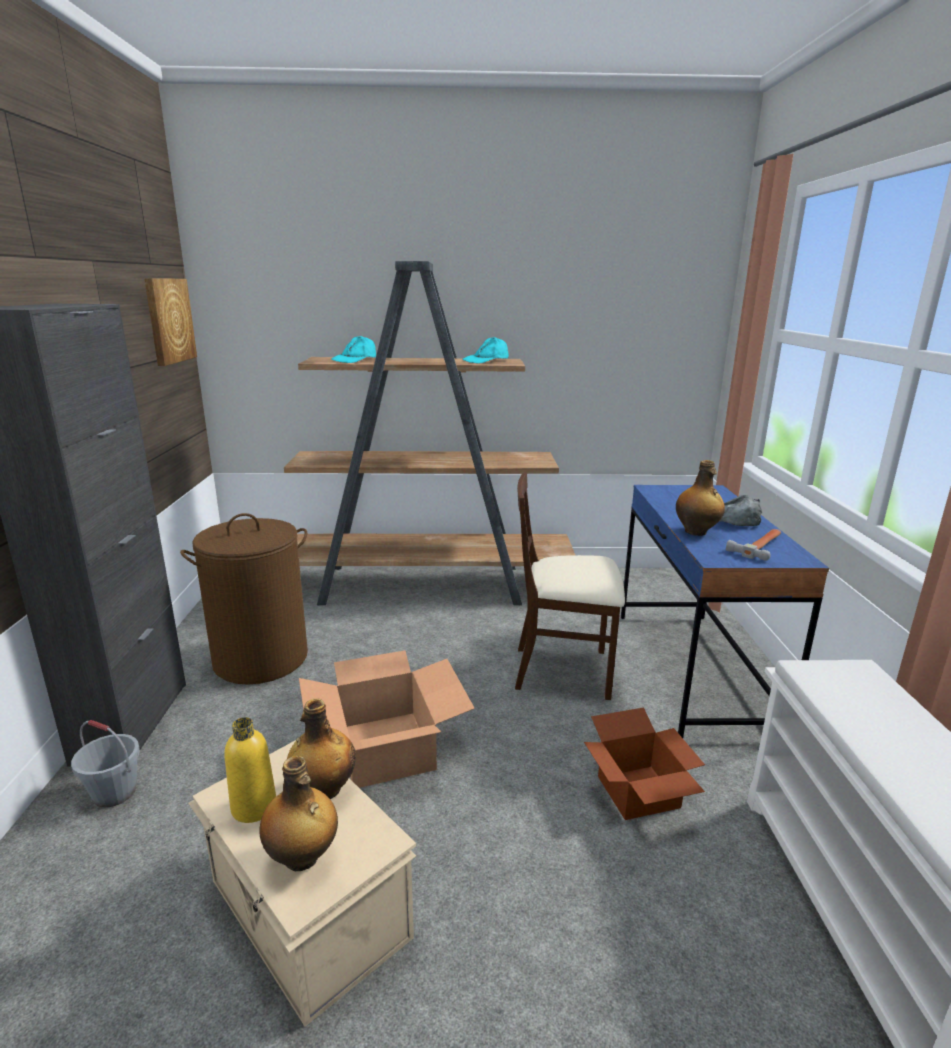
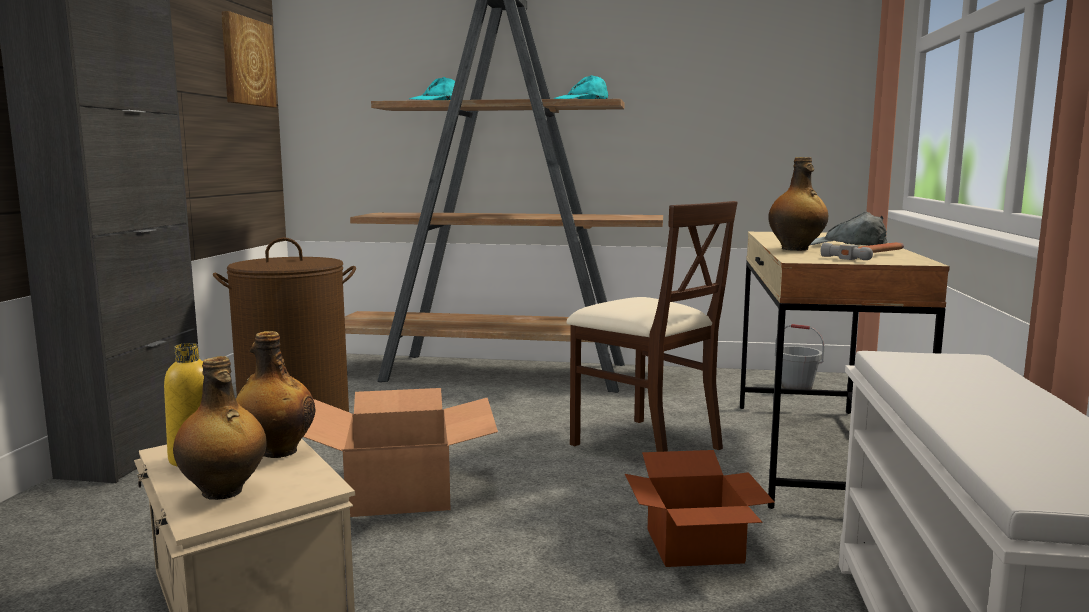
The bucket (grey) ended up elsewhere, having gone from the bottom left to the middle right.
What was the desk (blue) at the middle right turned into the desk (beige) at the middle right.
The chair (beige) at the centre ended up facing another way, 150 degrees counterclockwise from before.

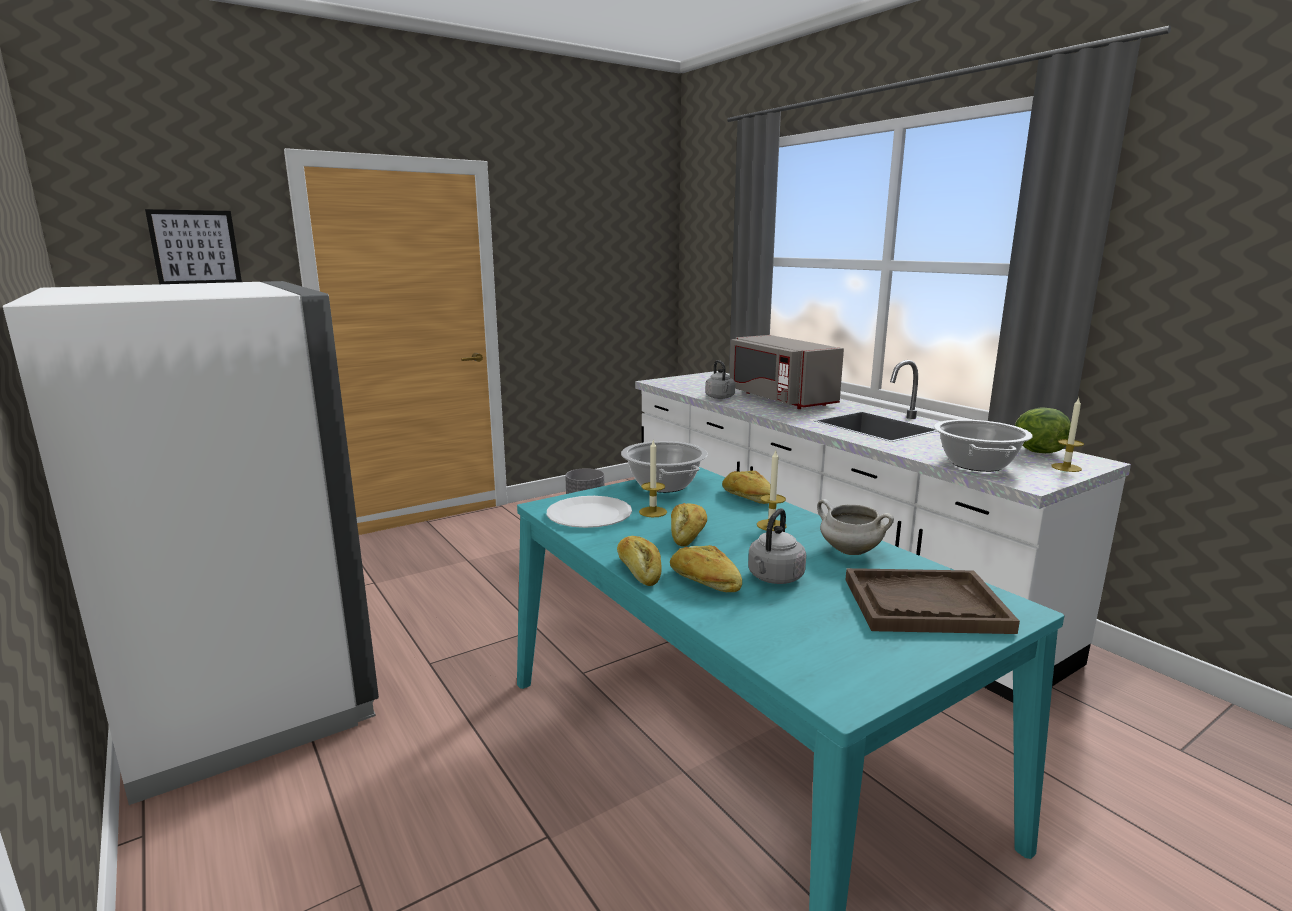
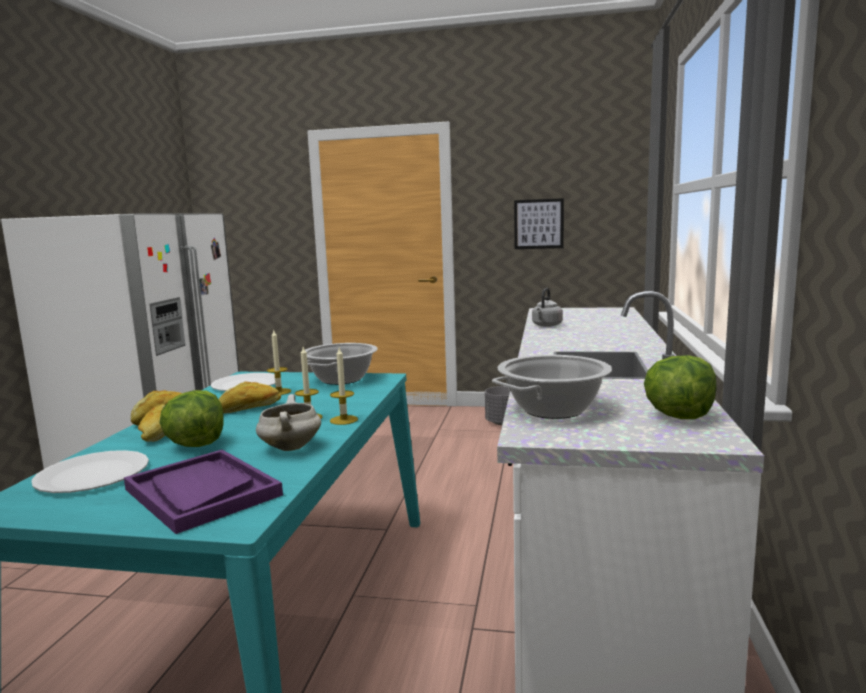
The second view lost the bread (no. 4 from left) at the centre.
The second view lost the microwave (grey) at the centre.
The second view gained the plate (white) (no. 1 from left) at the bottom left.
The picture ended up elsewhere, having gone from the top left to the top centre.
The candle (no. 3 from left) ended up elsewhere, having gone from the middle right to the centre.
Where the kettle (grey) (no. 2 from left) stood at the centre, the lettuce (no. 1 from left) came to stand at the middle left.
What was the tray (brown) at the middle right turned into the tray (purple) at the bottom left.

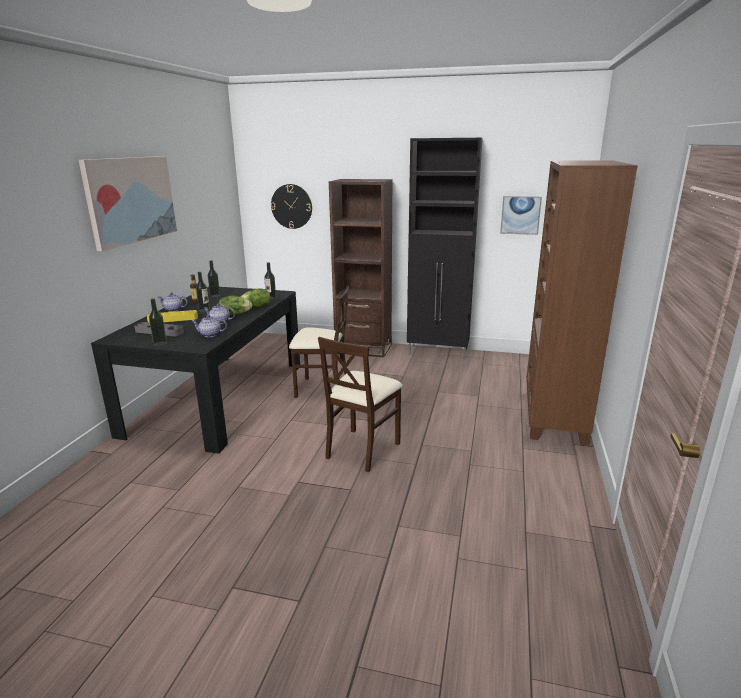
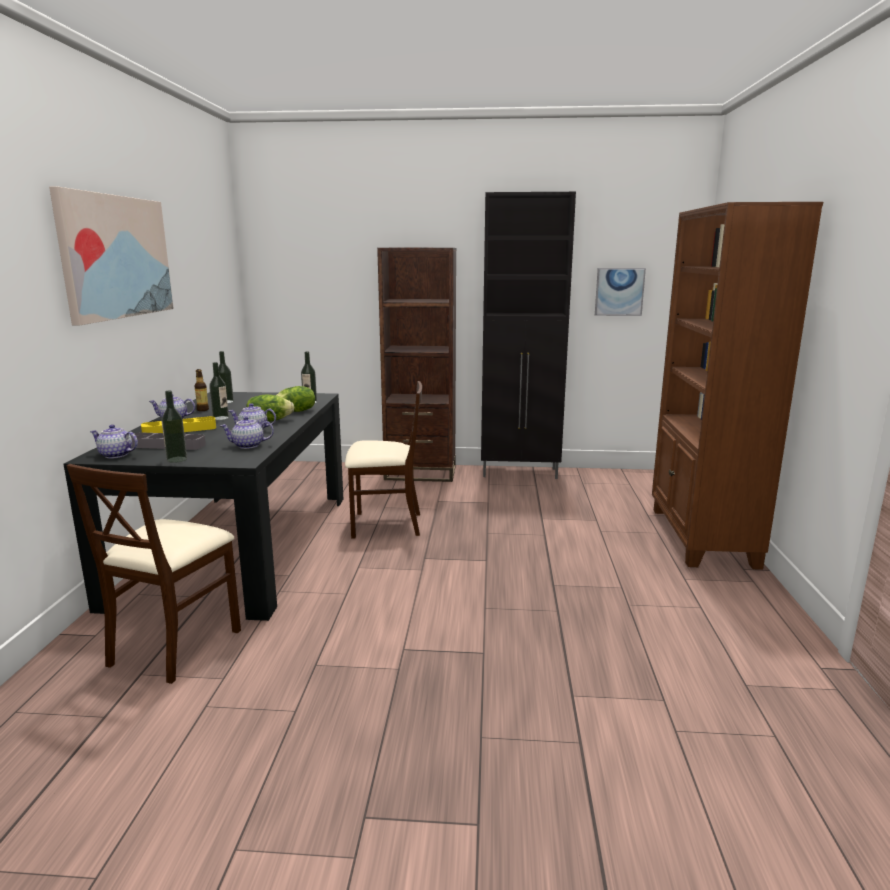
The second view lost the wall clock at the top centre.
The second view gained the teapot (no. 1 from left) at the middle left.
The chair (beige) (no. 2 from left in the first image) ended up elsewhere, having gone from the centre to the middle left.

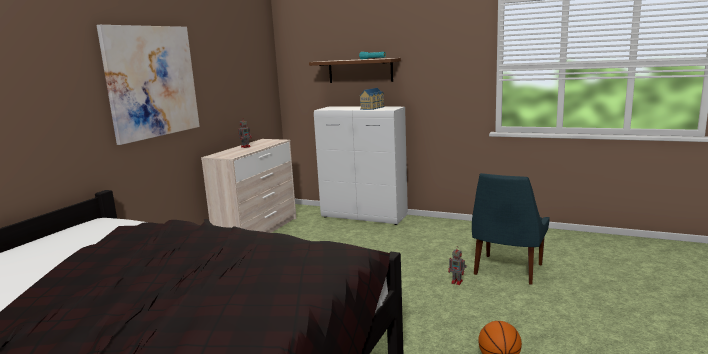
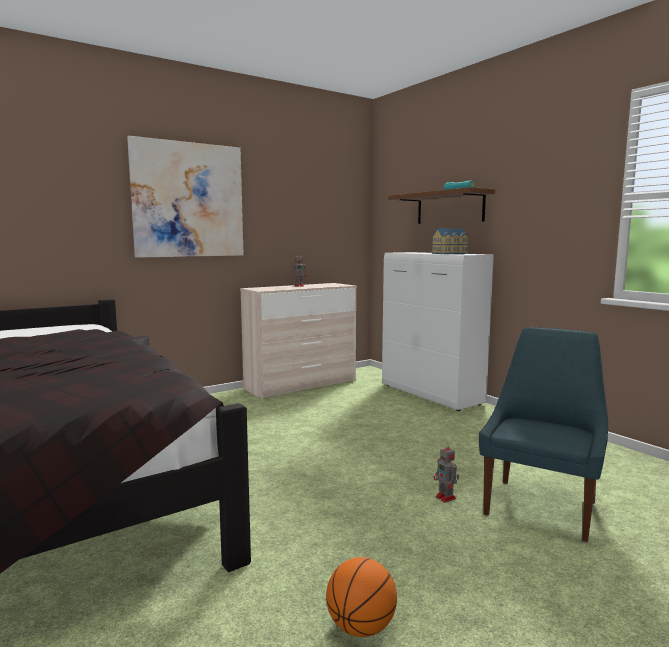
The chair (blue) at the middle right ended up facing another way, 150 degrees clockwise from before.

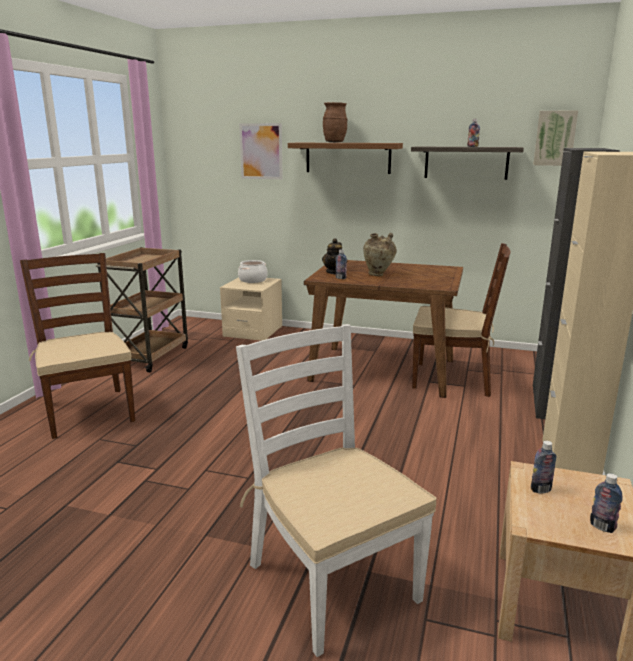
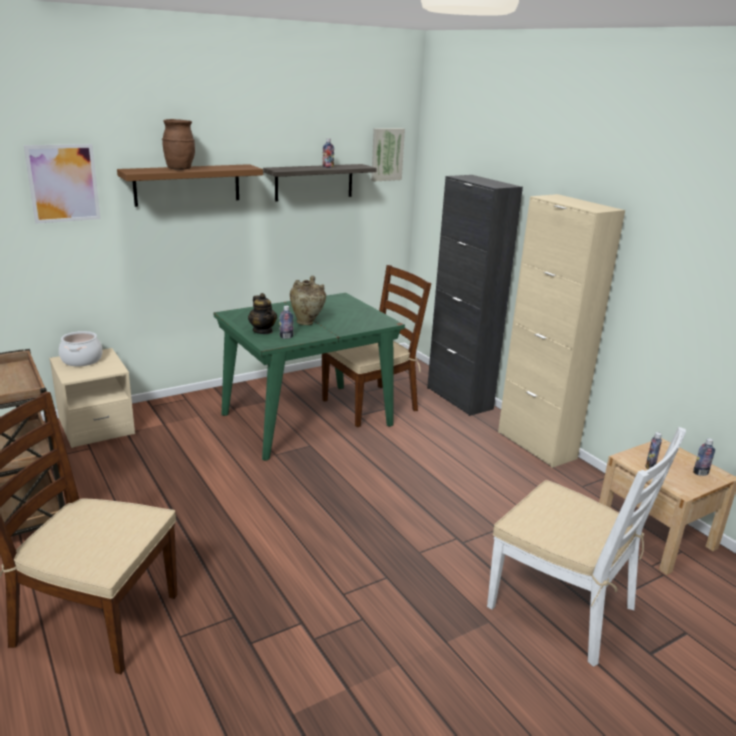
What was the dining table (brown) at the centre turned into the dining table (green) at the centre.
The chair (white) at the bottom centre ended up facing another way, 150 degrees counterclockwise from before.

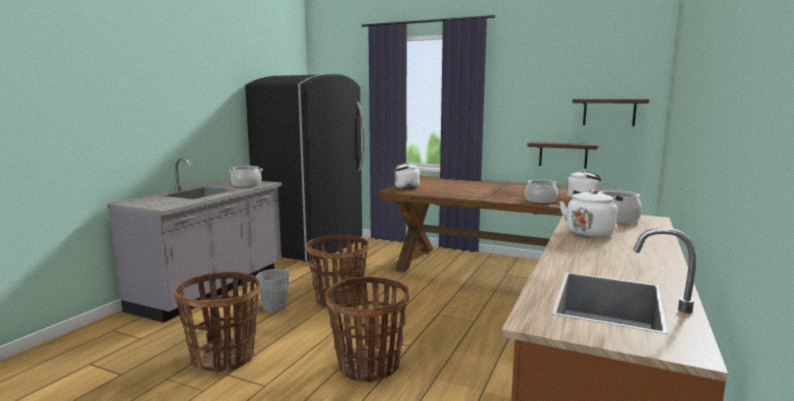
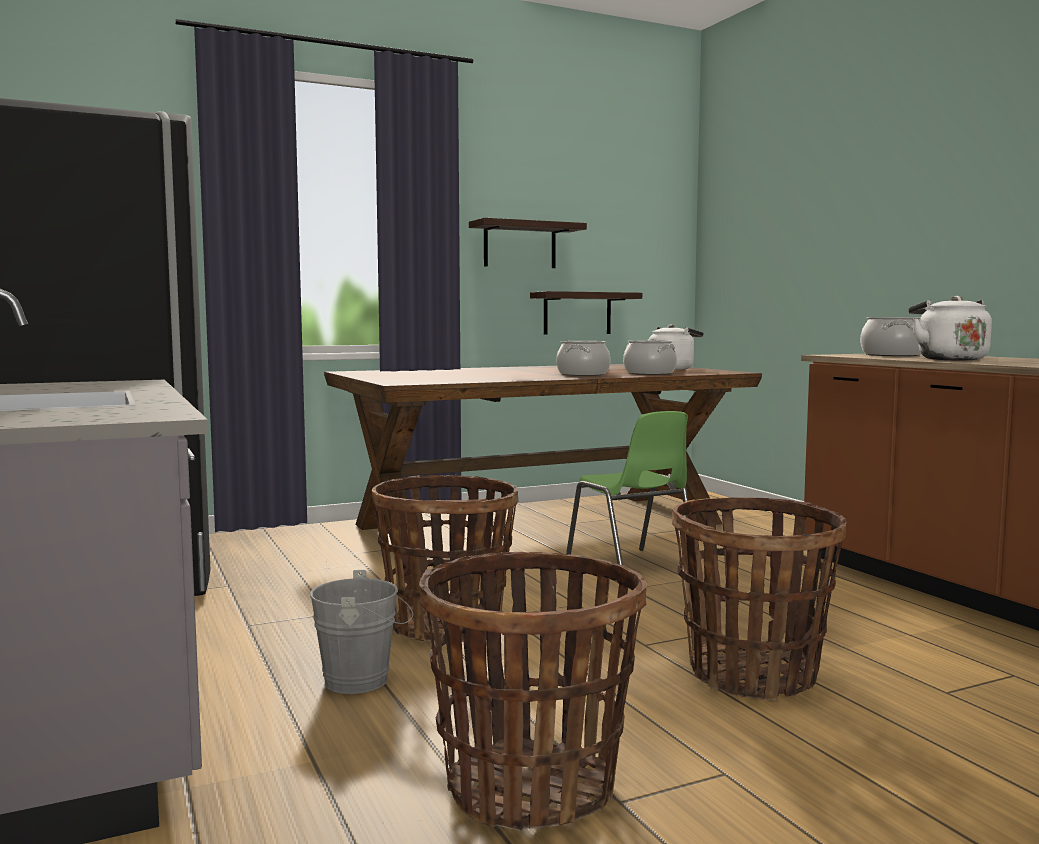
The second view lost the kettle (white) (no. 1 from left) at the centre.
The second view gained the chair (green) at the centre.
The cooking pot (no. 1 from left) ended up elsewhere, having gone from the middle left to the centre.
The shelf (no. 2 from left in the first image) ended up elsewhere, having gone from the top right to the top centre.

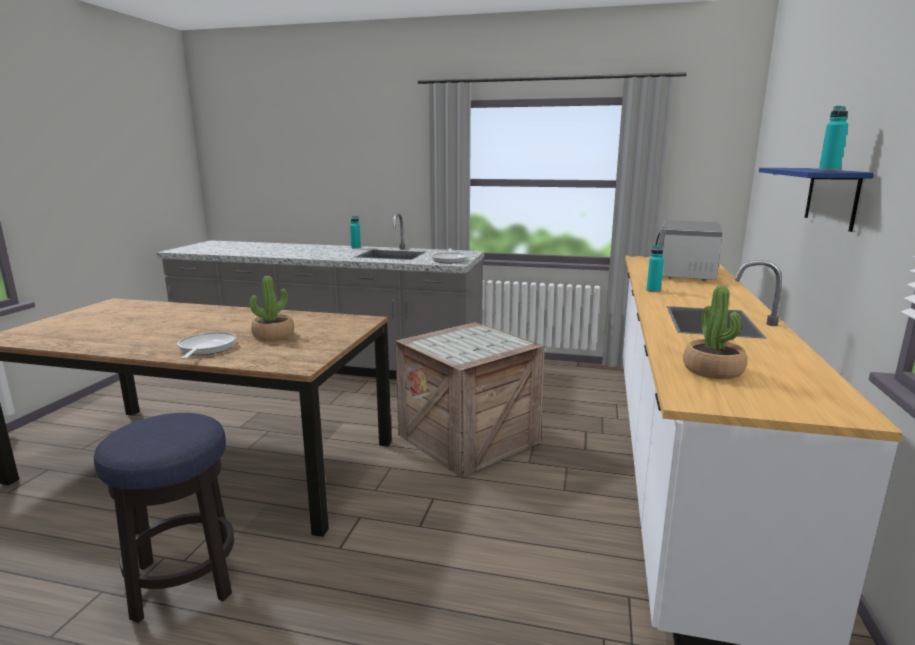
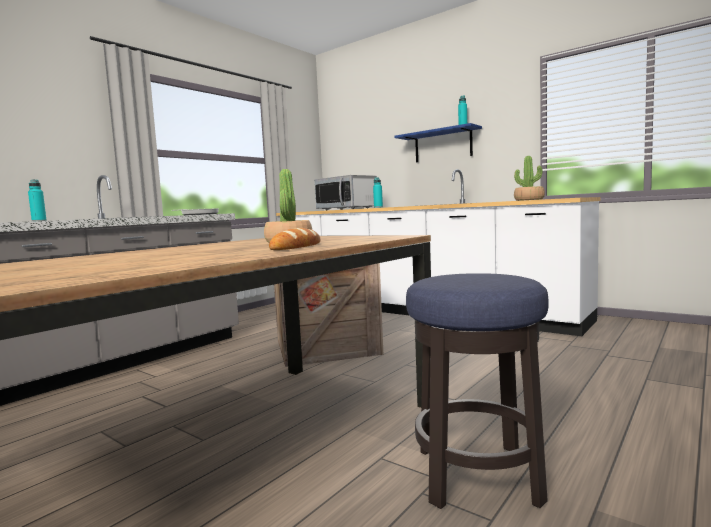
Where the frying pan (no. 1 from left) stood at the middle left, the bread came to stand at the centre.

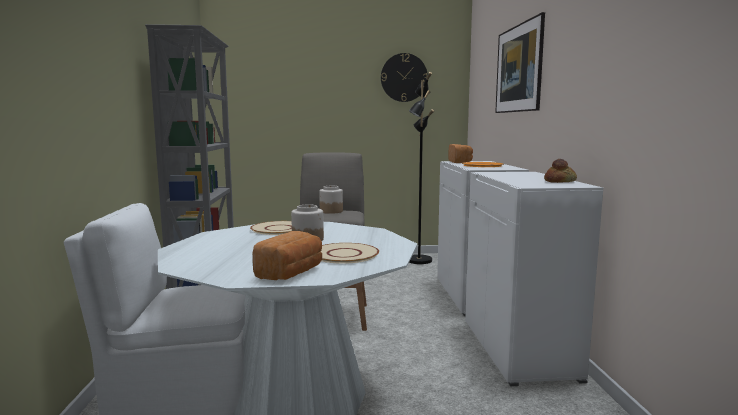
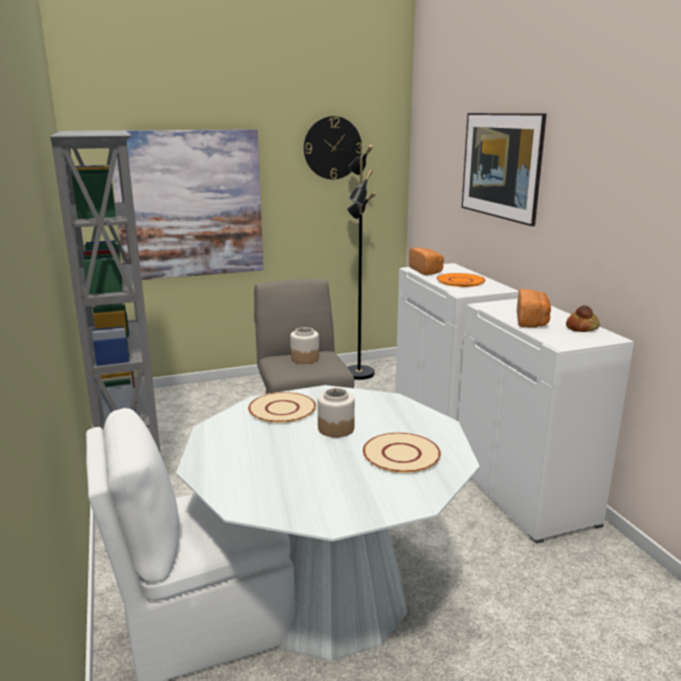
The second view gained the picture (no. 1 from left) at the top left.
The bread (no. 1 from left in the first image) ended up elsewhere, having gone from the centre to the middle right.

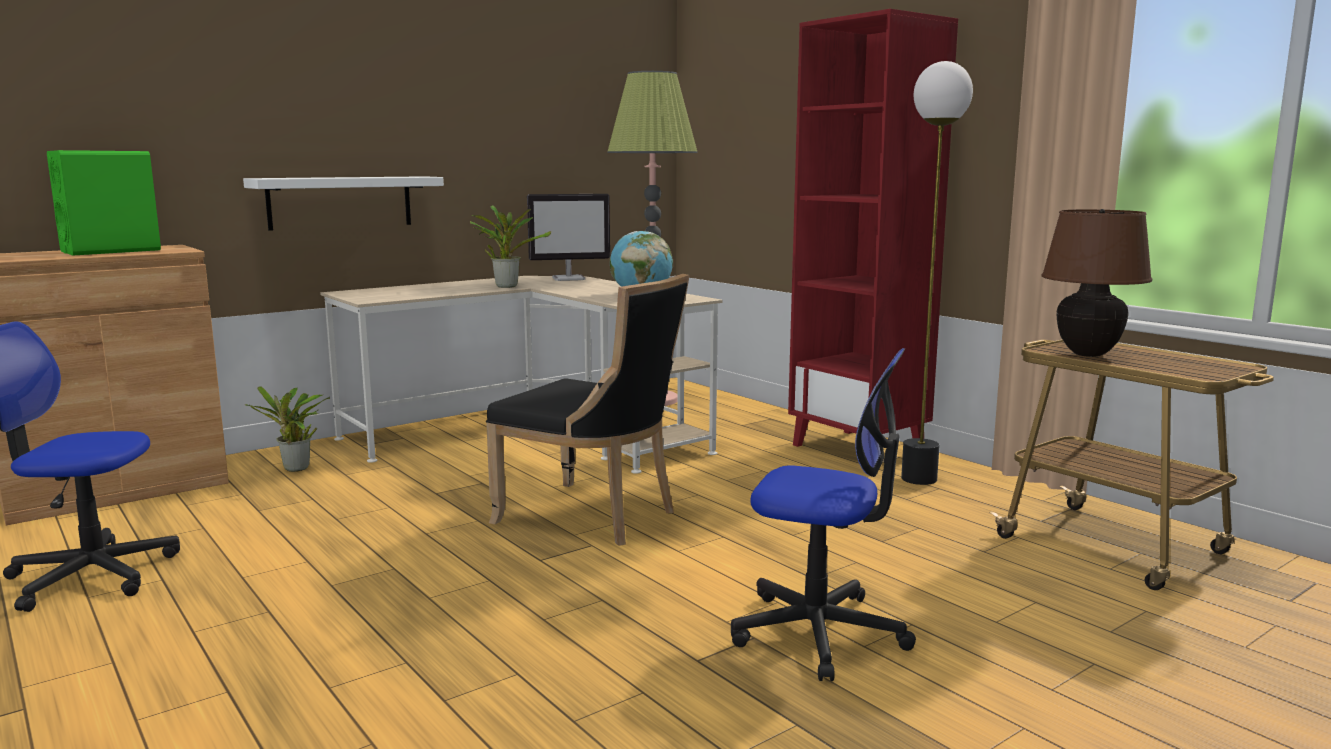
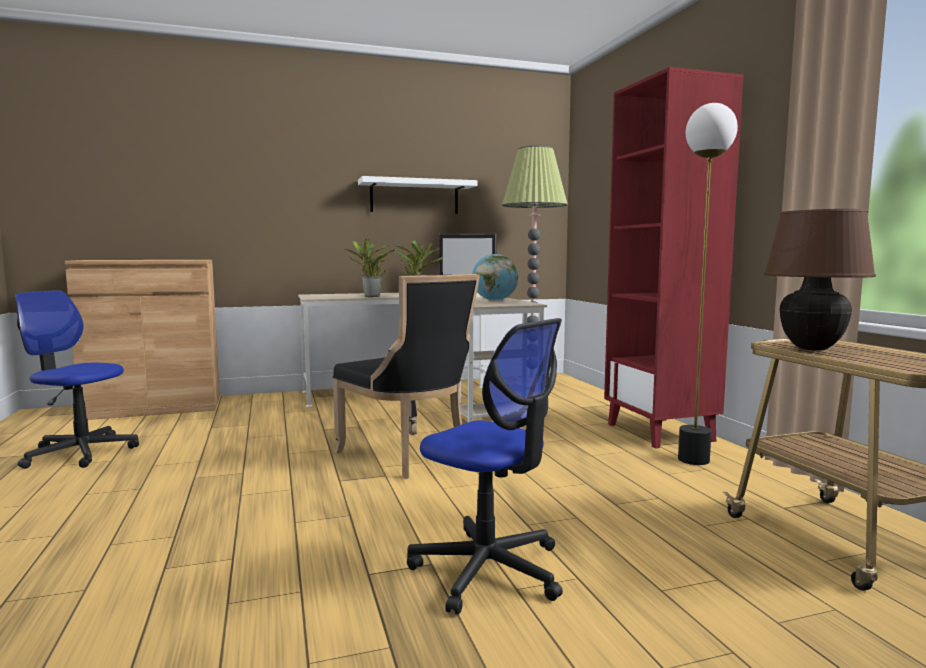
The second view lost the speaker (green) at the top left.
The shelf (white) ended up elsewhere, having gone from the top left to the top centre.
The potted plant (no. 1 from left) ended up elsewhere, having gone from the middle left to the centre.

